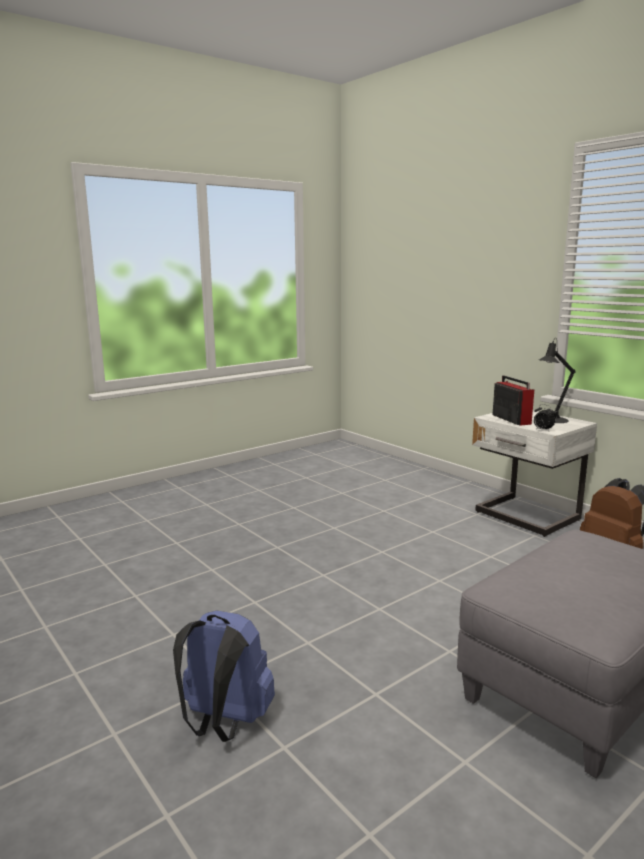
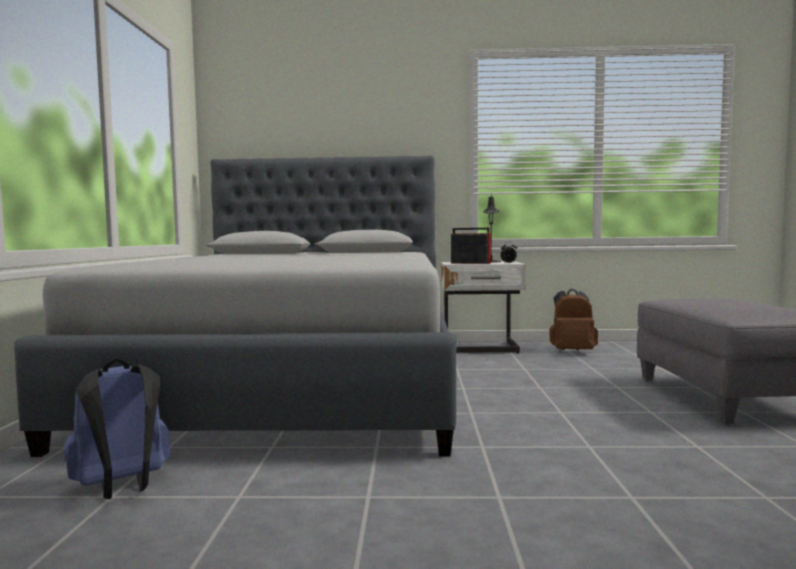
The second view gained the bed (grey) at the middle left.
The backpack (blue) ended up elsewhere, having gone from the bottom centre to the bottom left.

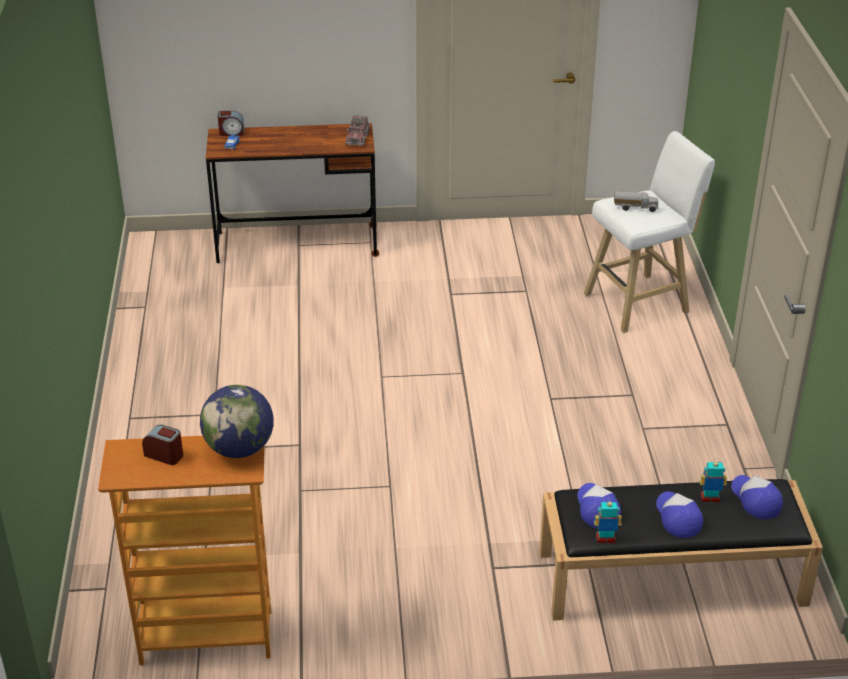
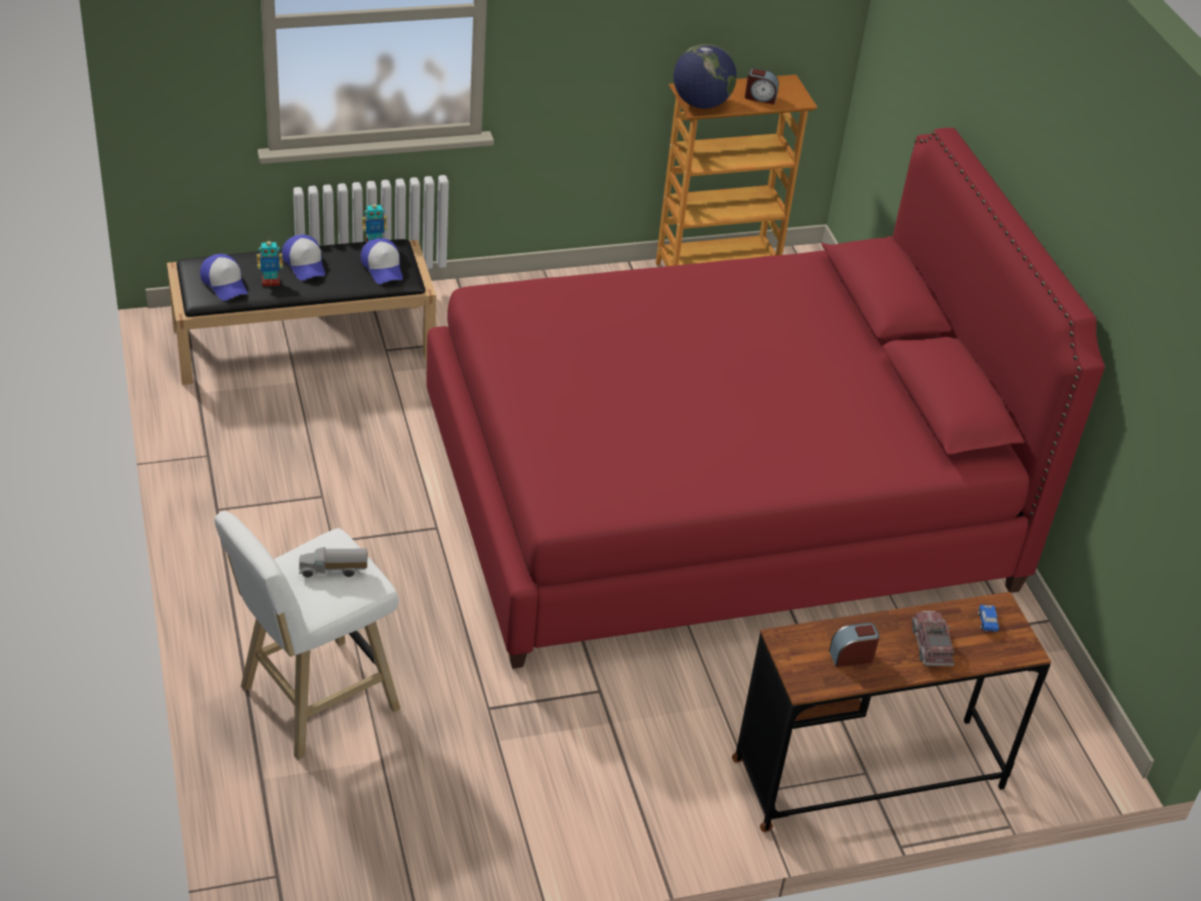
The second view gained the bed (red) at the centre.
The alarm clock (no. 2 from left) ended up elsewhere, having gone from the top left to the bottom right.
The toy truck (no. 1 from left in the first image) ended up elsewhere, having gone from the top centre to the bottom right.

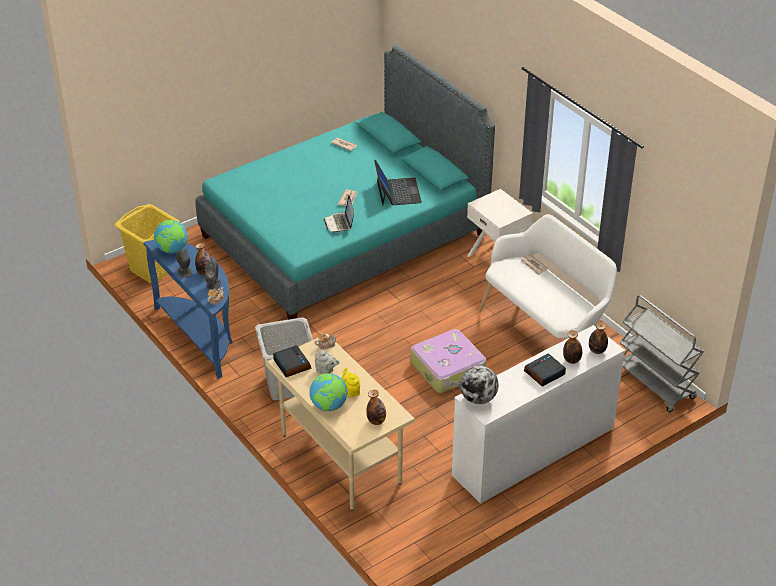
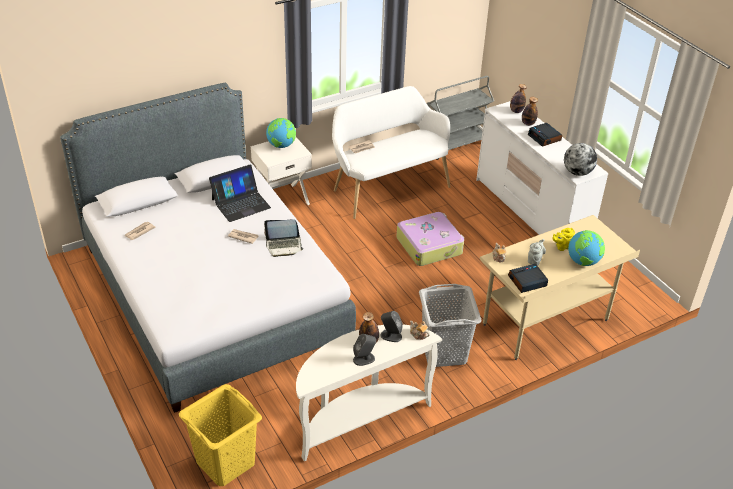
The second view lost the bottle (no. 2 from left) at the bottom centre.
The globe (no. 1 from left) ended up elsewhere, having gone from the middle left to the top centre.
What was the console table (blue) at the middle left turned into the console table (white) at the bottom centre.
What was the bed (turquoise) at the top centre turned into the bed (grey) at the middle left.
The laptop (no. 2 from left in the first image) at the top centre ended up facing another way, 150 degrees clockwise from before.

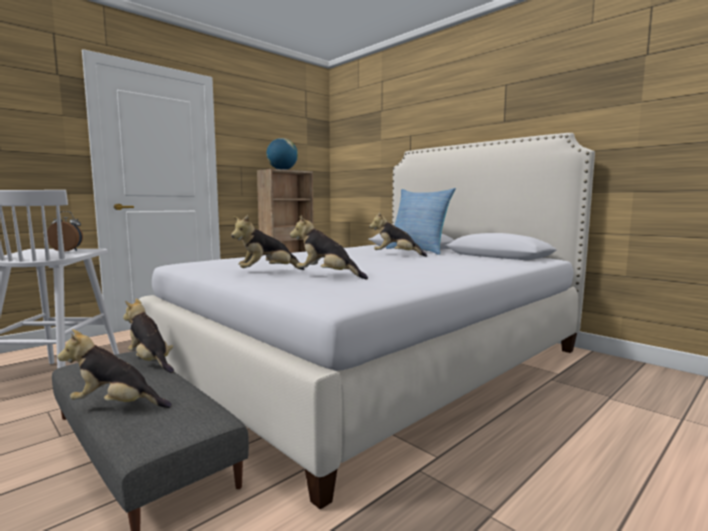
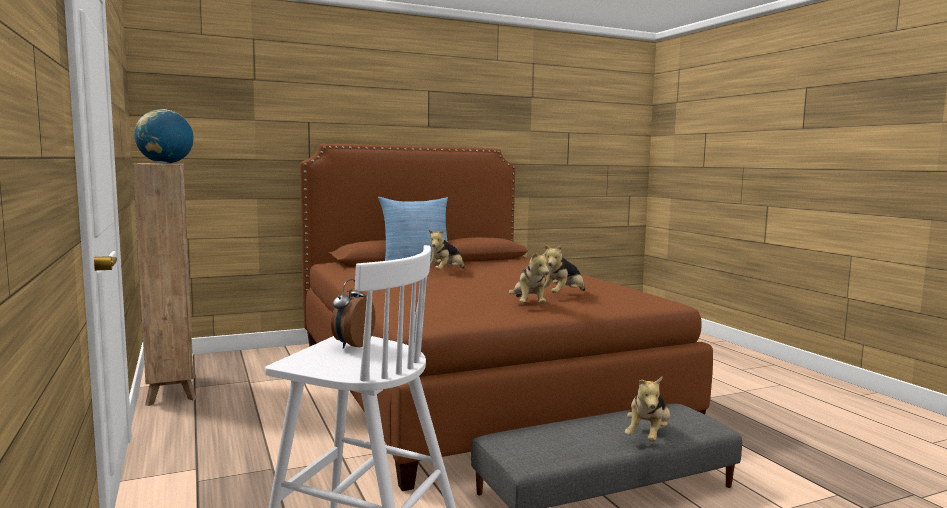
The second view lost the plush toy (no. 2 from left) at the middle left.
What was the bed (white) at the centre turned into the bed (brown) at the centre.

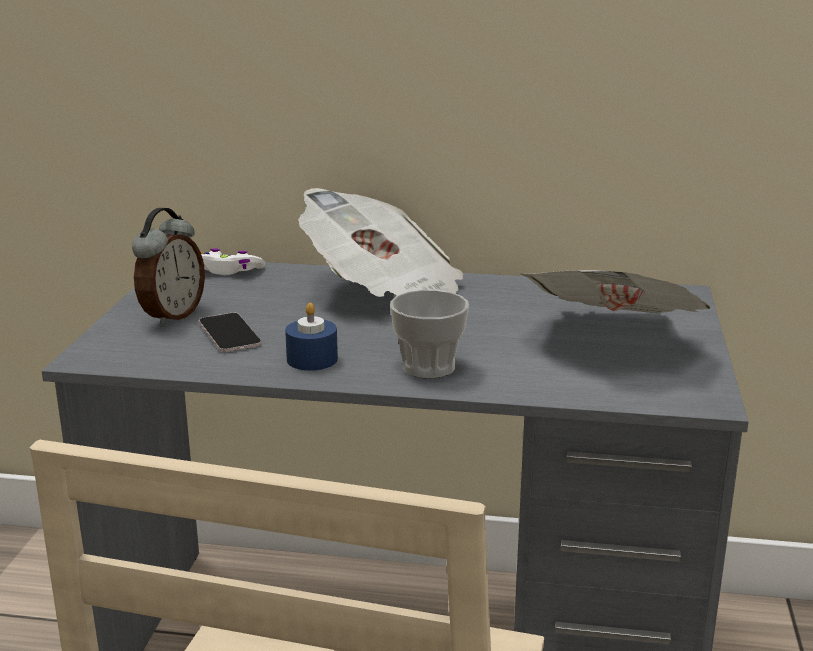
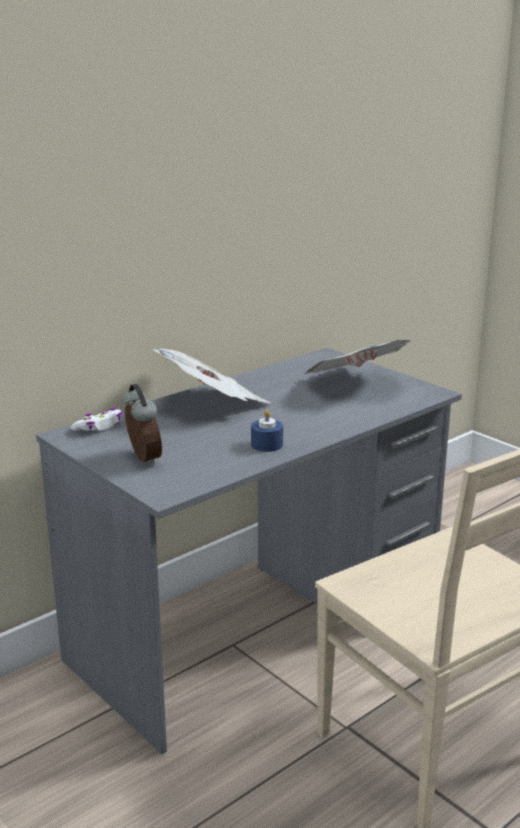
The second view lost the phone at the middle left.
The second view lost the cup at the centre.

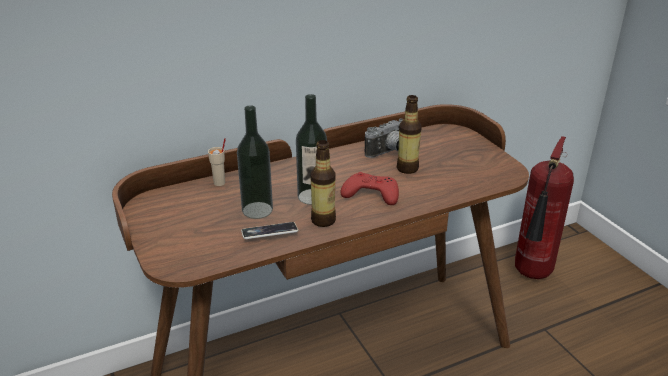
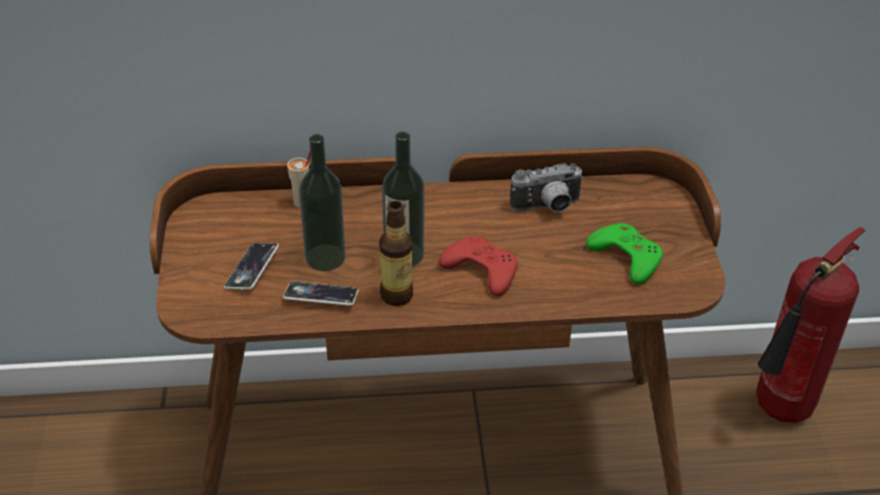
The second view lost the bottle (no. 4 from left) at the centre.
The second view gained the phone (no. 1 from left) at the middle left.
The second view gained the game controller (green) at the middle right.

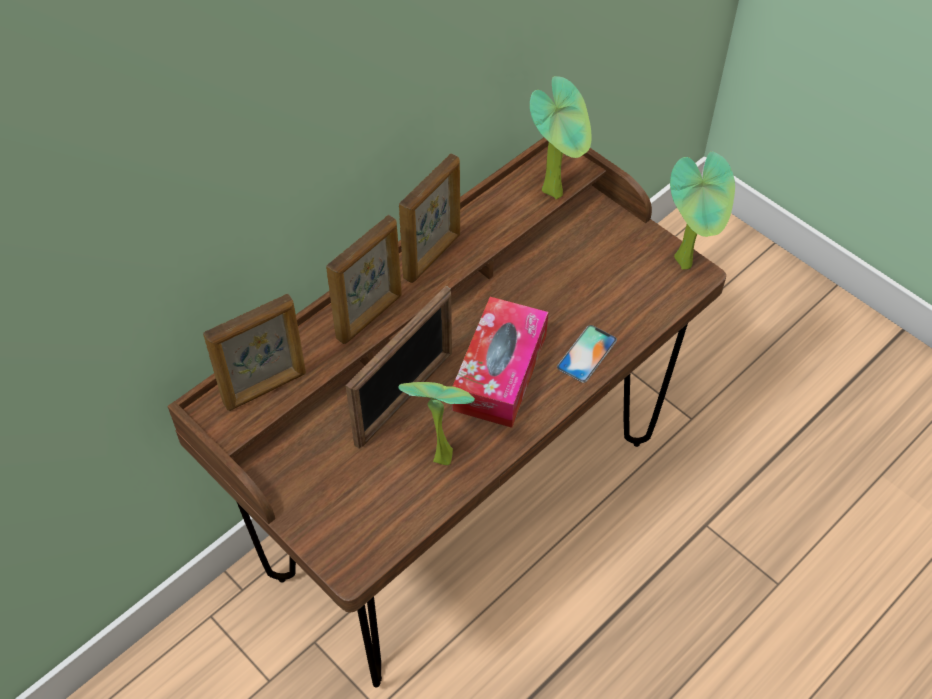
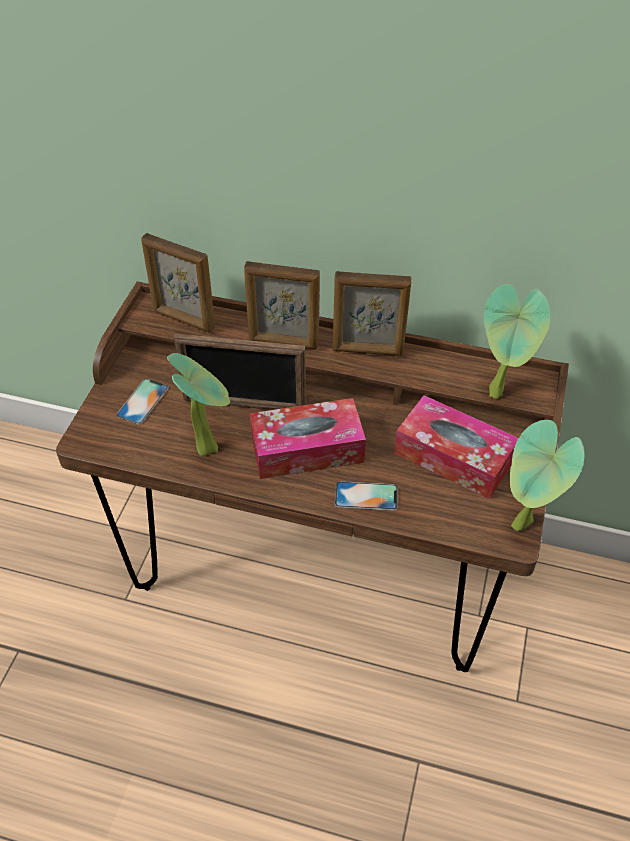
The second view gained the phone (no. 1 from left) at the middle left.
The second view gained the tissue box (no. 2 from left) at the middle right.

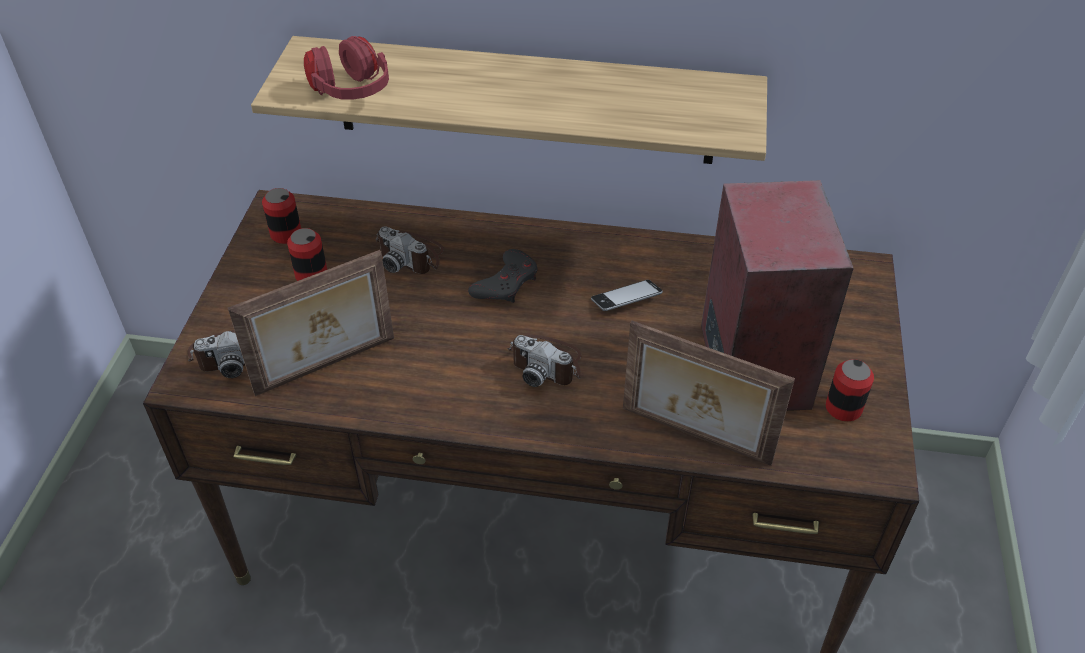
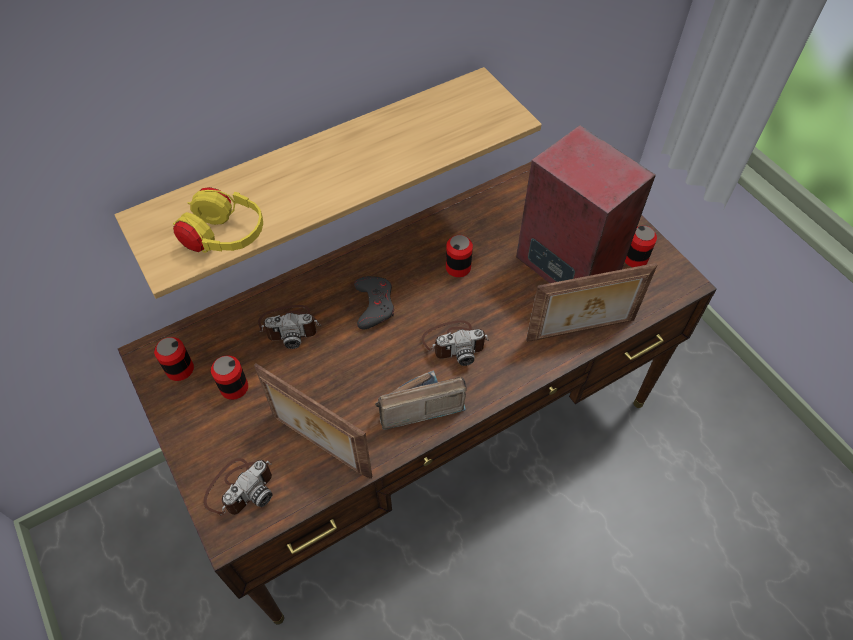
The second view gained the radio at the centre.
Where the phone stood at the centre, the can (no. 3 from left) came to stand at the centre.
What was the headphones (red) at the top left turned into the headphones (yellow) at the middle left.
The picture frame (no. 1 from left) at the middle left ended up facing another way, 105 degrees clockwise from before.

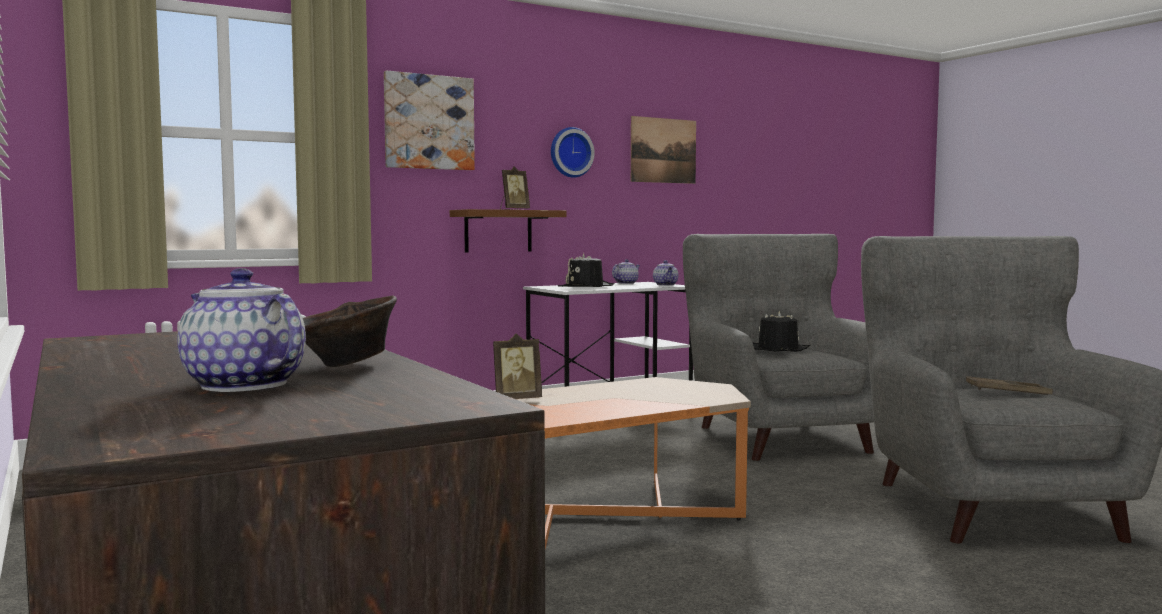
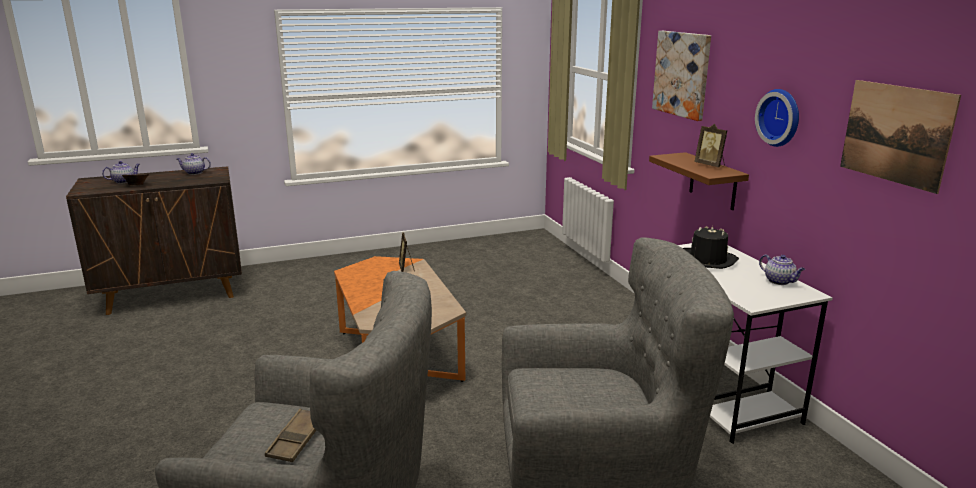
The second view lost the hat (black) (no. 2 from left) at the middle right.
The teapot (no. 3 from left in the first image) ended up elsewhere, having gone from the centre to the middle left.

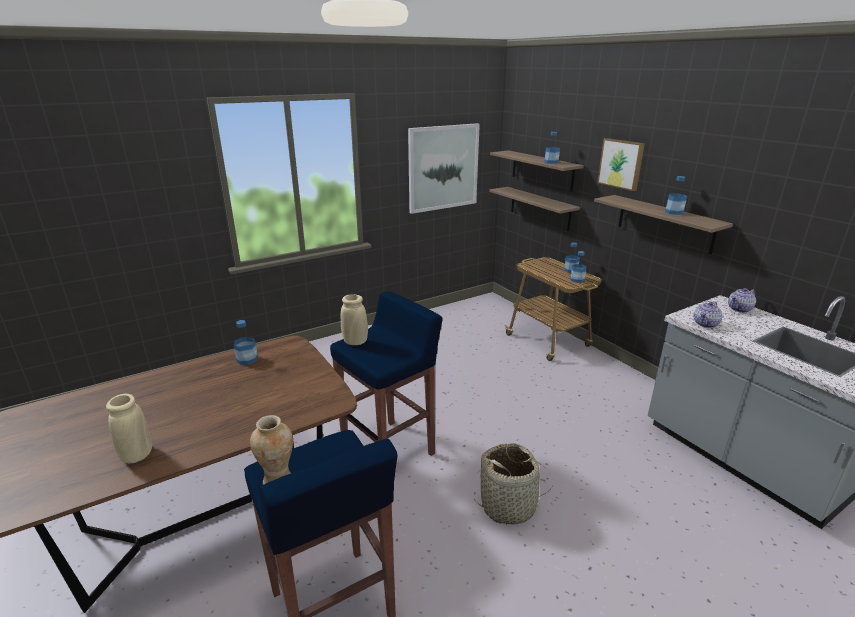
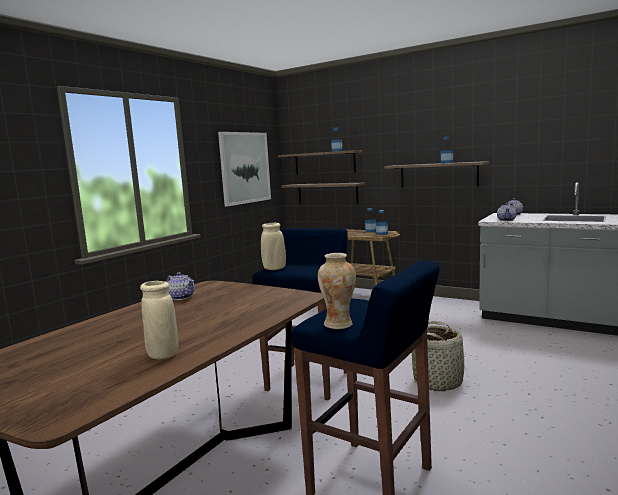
The second view lost the picture (no. 2 from left) at the top right.
Where the bottle (no. 1 from left) stood at the middle left, the teapot (no. 1 from left) came to stand at the middle left.

